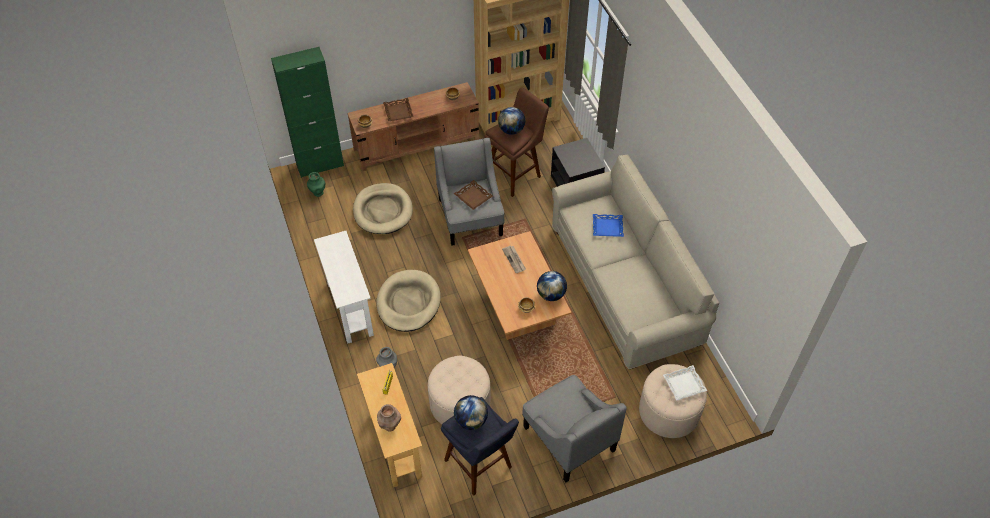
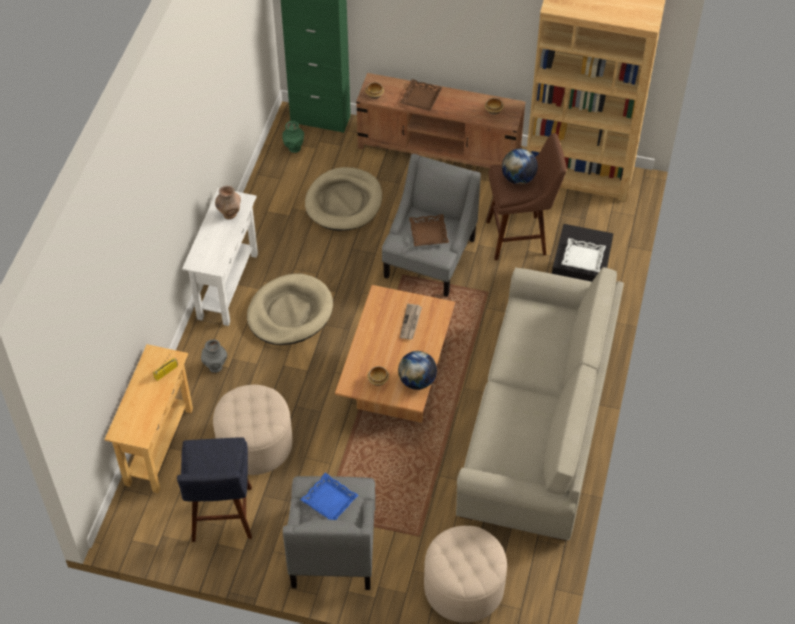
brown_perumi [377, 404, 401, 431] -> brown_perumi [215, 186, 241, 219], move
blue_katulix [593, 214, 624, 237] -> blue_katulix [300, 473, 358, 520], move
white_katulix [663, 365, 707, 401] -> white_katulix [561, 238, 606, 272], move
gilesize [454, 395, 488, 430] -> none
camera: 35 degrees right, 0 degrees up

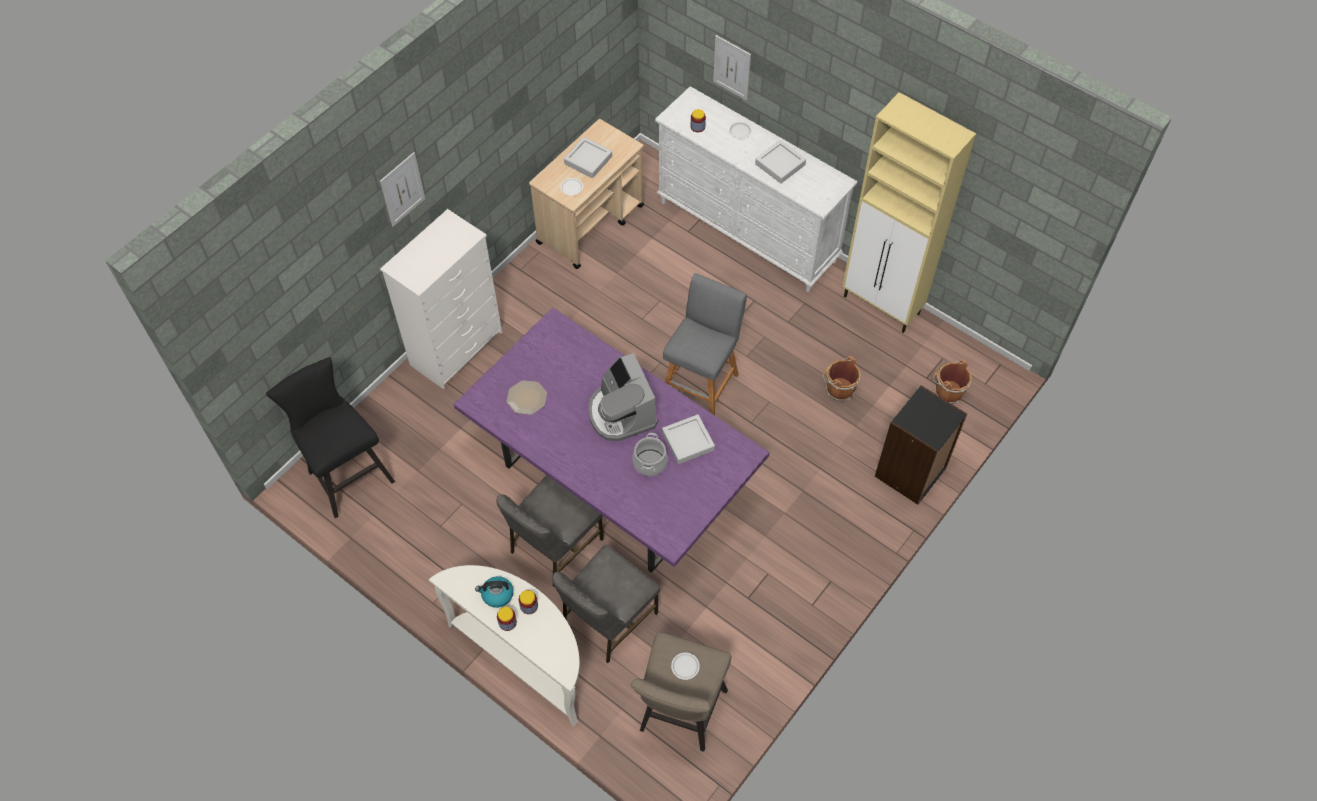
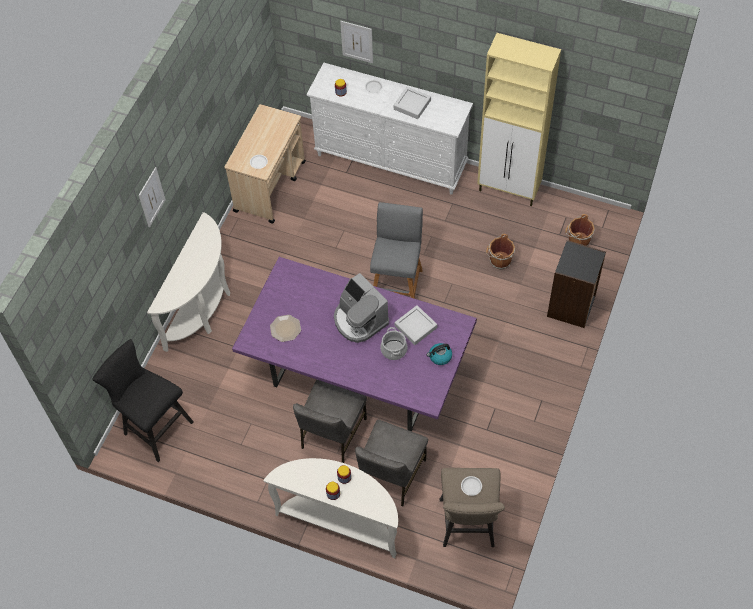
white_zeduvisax [380, 209, 502, 389] -> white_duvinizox [147, 212, 230, 352]
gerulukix [475, 576, 513, 608] -> gerulukix [427, 343, 452, 365], move
grey_katulix [564, 137, 612, 178] -> none
camera: 15 degrees left, 0 degrees up

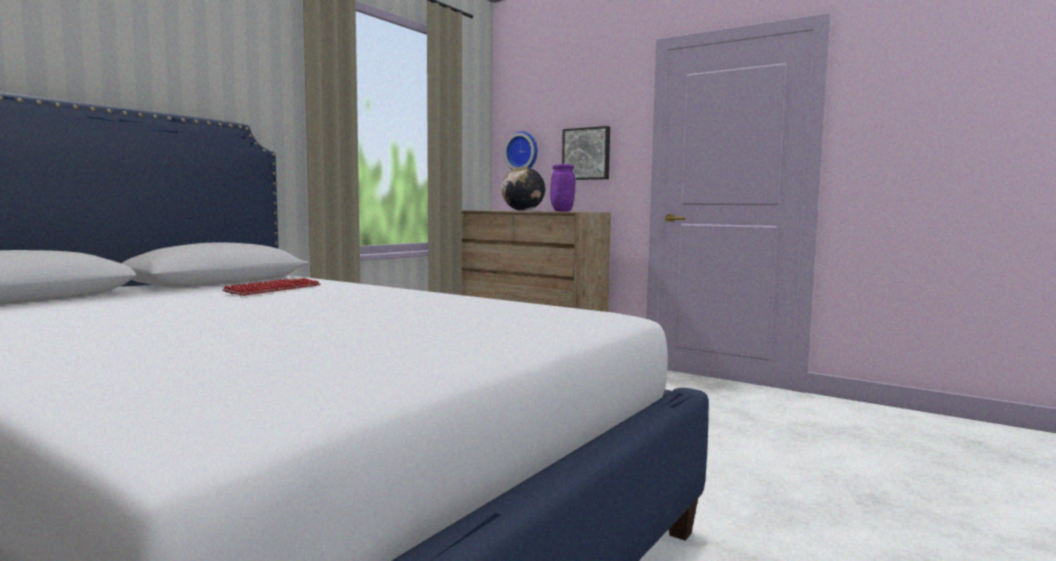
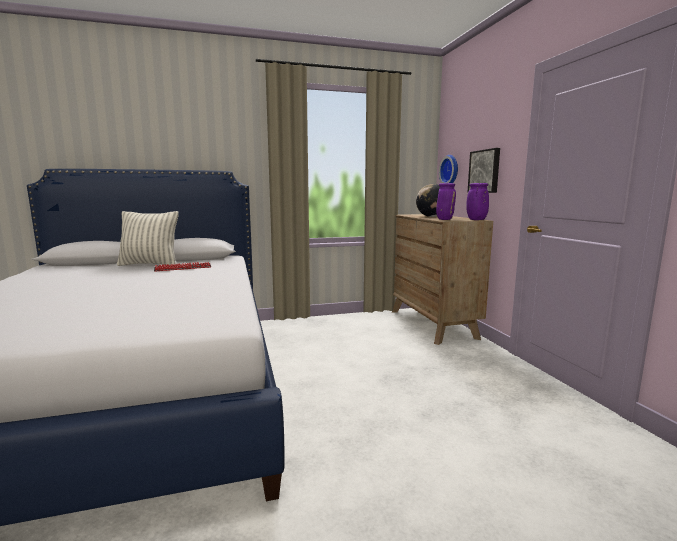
none -> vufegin [117, 211, 179, 266]
none -> purple_perumi [466, 183, 489, 220]
camera: 40 degrees right, 5 degrees up

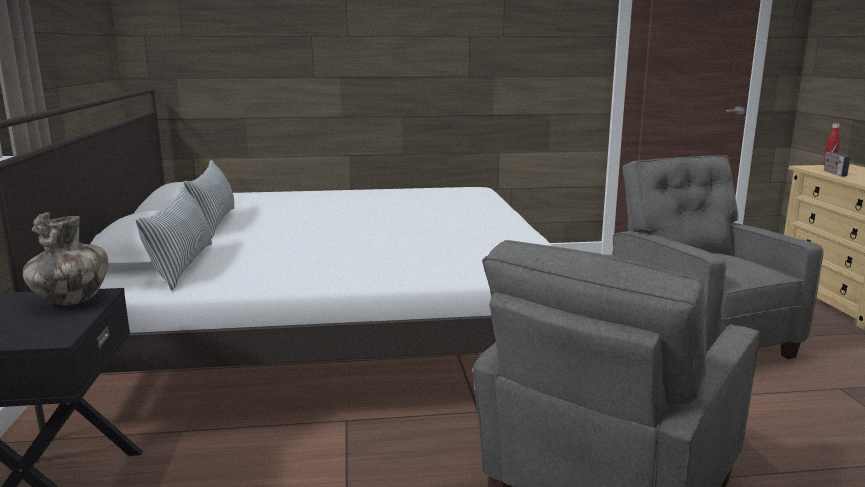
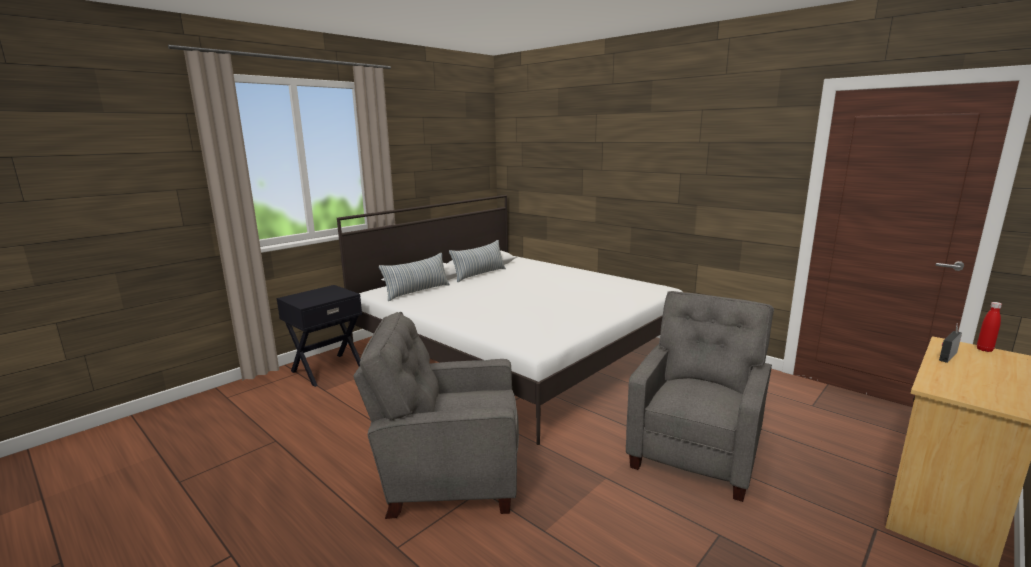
perumi [23, 212, 108, 306] -> none
camera: 50 degrees right, 0 degrees up

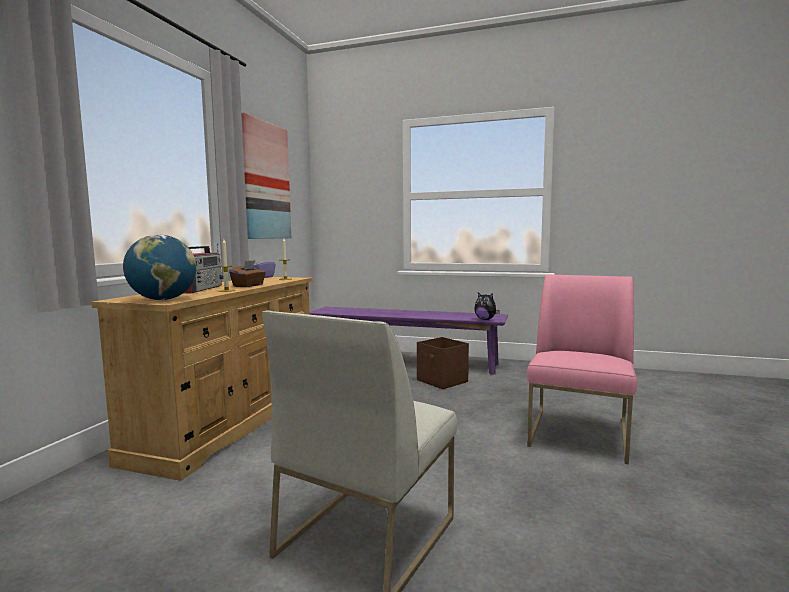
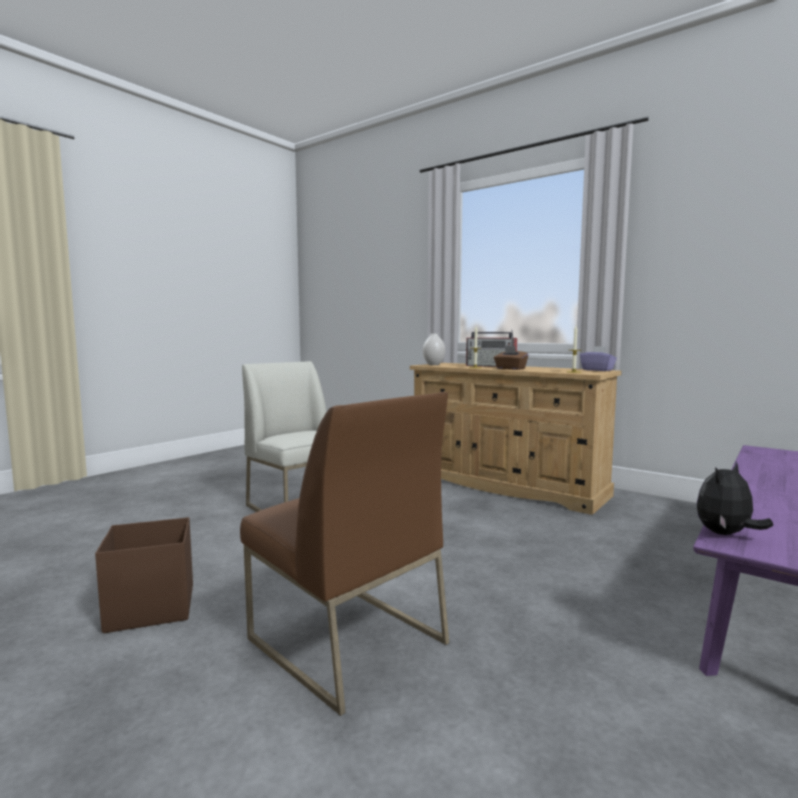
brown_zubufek [417, 337, 469, 389] -> brown_zubufek [95, 517, 193, 633], move
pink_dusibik [527, 274, 637, 465] -> brown_dusibik [240, 392, 449, 716]
gilesize [123, 235, 196, 300] -> white_perumi [423, 334, 445, 365]
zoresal [241, 112, 291, 239] -> none
camera: 110 degrees right, 0 degrees up

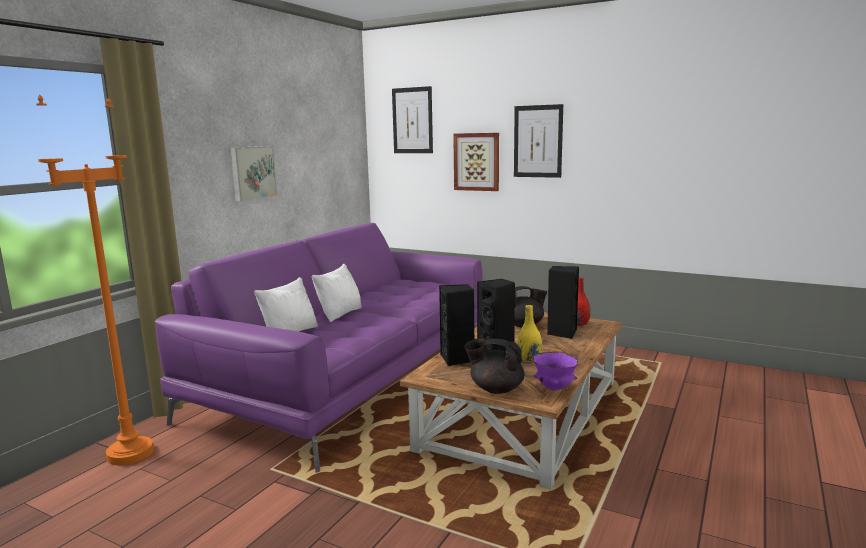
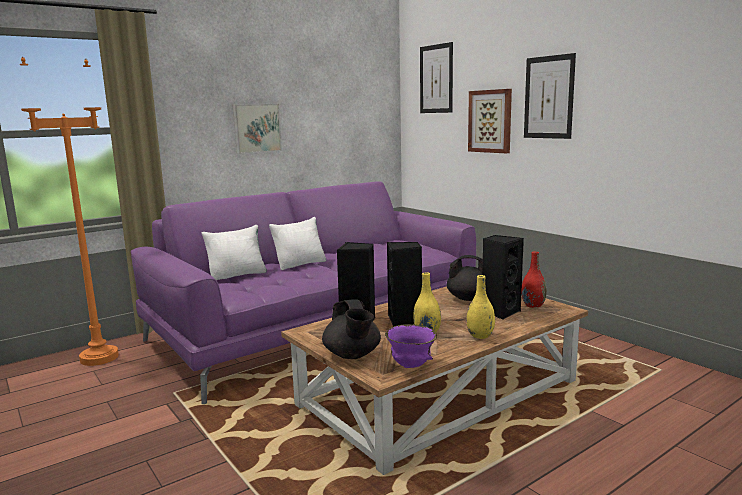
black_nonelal [465, 338, 524, 394] -> black_nonelal [322, 299, 381, 359], 150 degrees counterclockwise
none -> yellow_perumi [467, 275, 495, 339]
camera: 25 degrees right, 0 degrees up

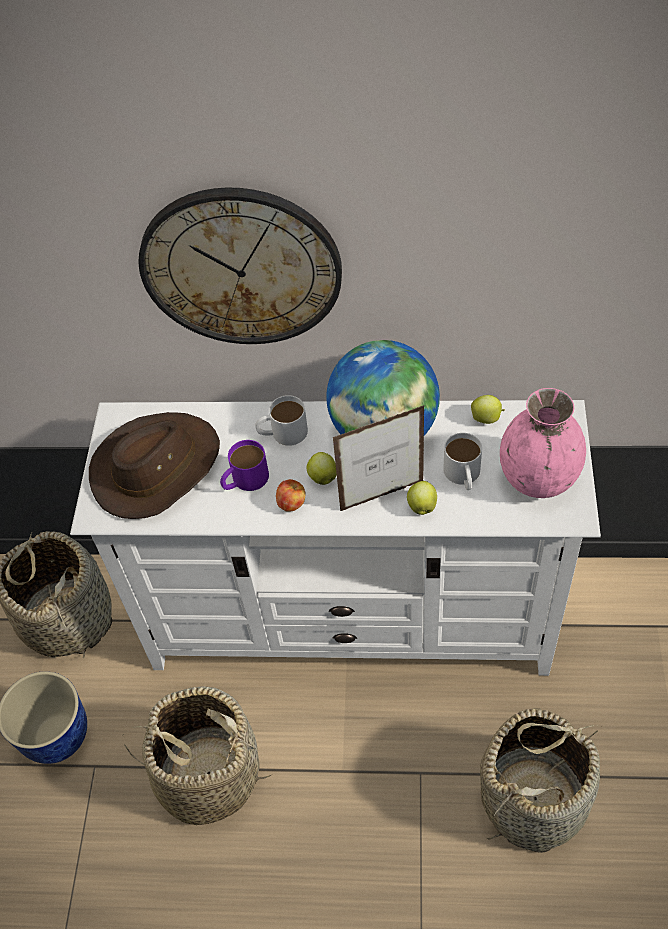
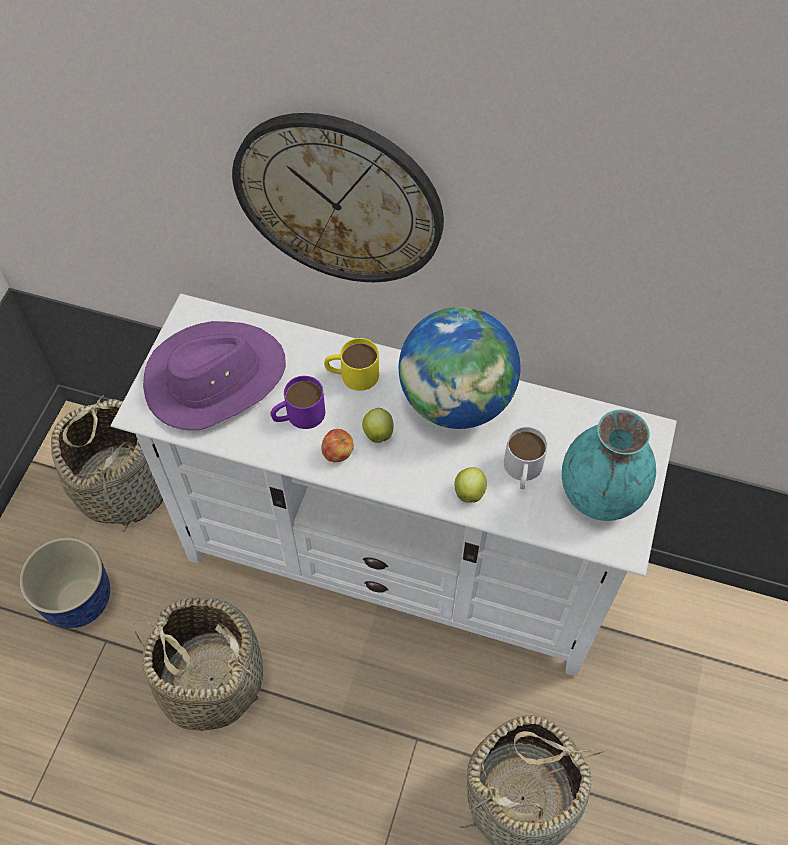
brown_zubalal [89, 412, 220, 519] -> purple_zubalal [143, 321, 286, 430]
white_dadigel [255, 395, 308, 446] -> yellow_dadigel [324, 338, 379, 391]
pink_perumi [500, 388, 586, 498] -> turquoise_perumi [562, 410, 656, 521]
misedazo [333, 405, 425, 512] -> none
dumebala [471, 395, 505, 424] -> none
camera: 10 degrees right, 5 degrees up

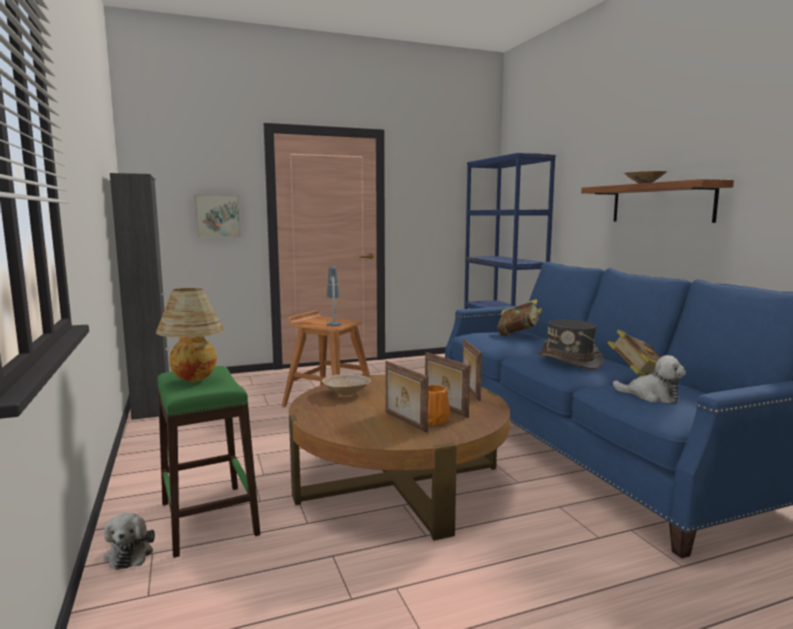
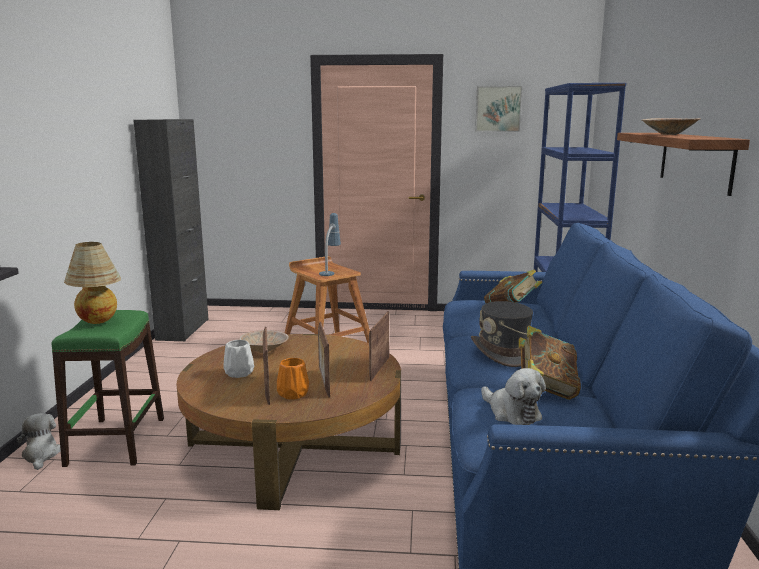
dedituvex [103, 513, 155, 570] -> dedituvex [17, 413, 61, 470], 150 degrees clockwise
none -> white_perumi [223, 340, 254, 378]
zoresal [194, 194, 241, 238] -> zoresal [475, 86, 522, 132], move
camera: 25 degrees right, 5 degrees up

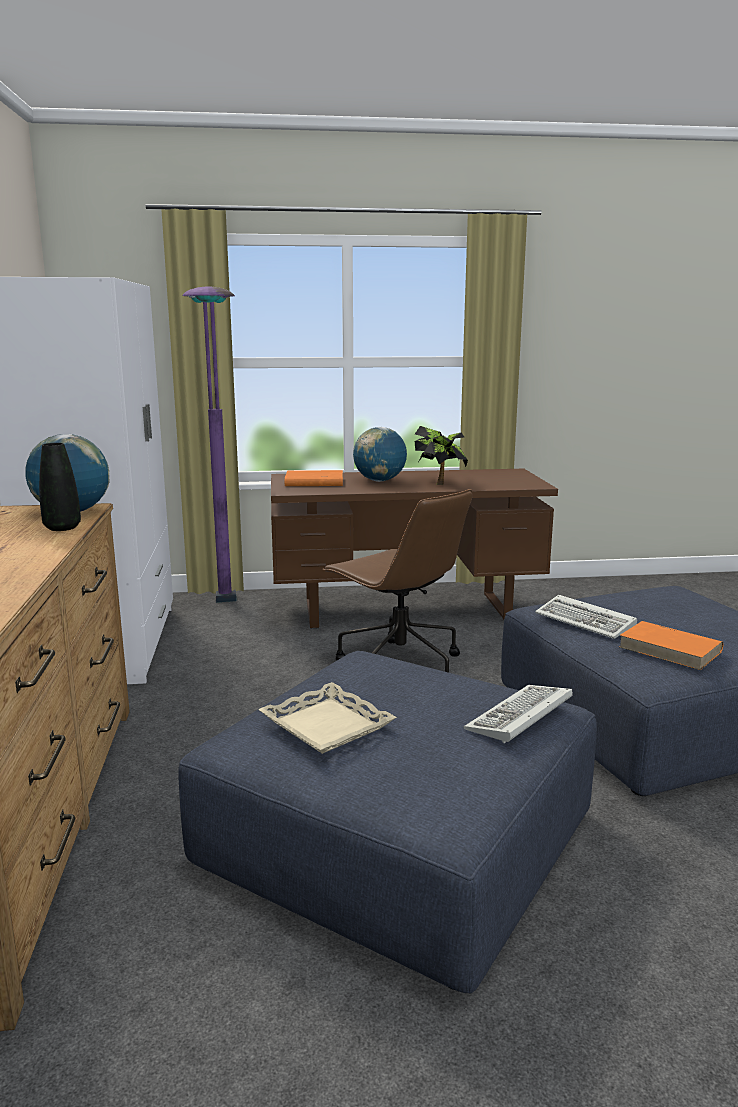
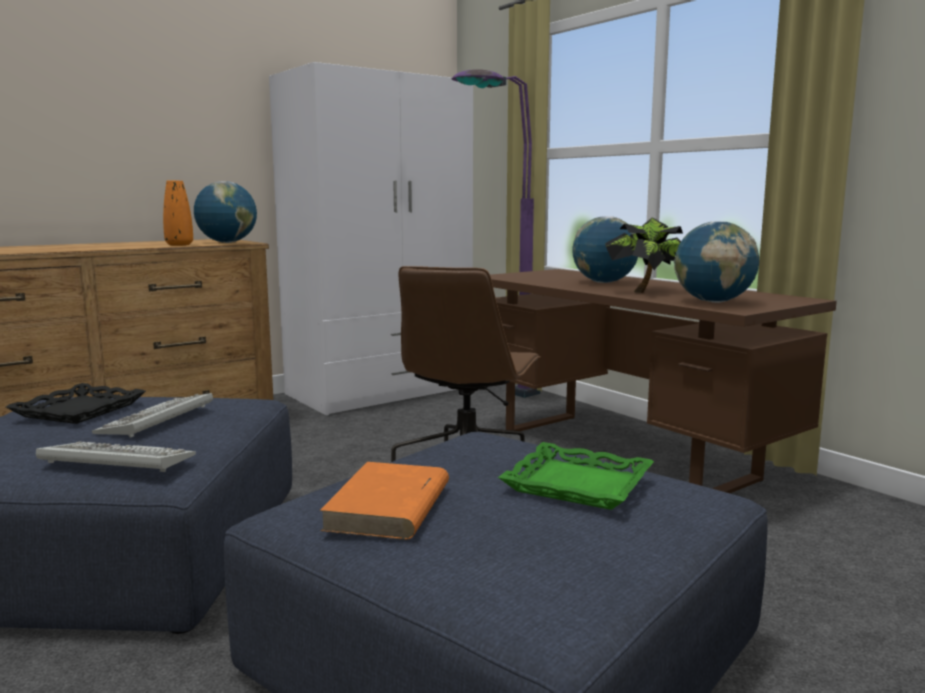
beige_katulix [258, 682, 397, 754] -> black_katulix [6, 383, 146, 424]
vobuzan [535, 595, 637, 639] -> vobuzan [92, 393, 213, 438], move
black_perumi [39, 443, 81, 531] -> orange_perumi [163, 181, 193, 246]
none -> green_katulix [498, 442, 654, 510]
none -> gilesize [674, 221, 759, 303]
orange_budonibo [285, 470, 343, 486] -> none
camera: 60 degrees right, 5 degrees down

